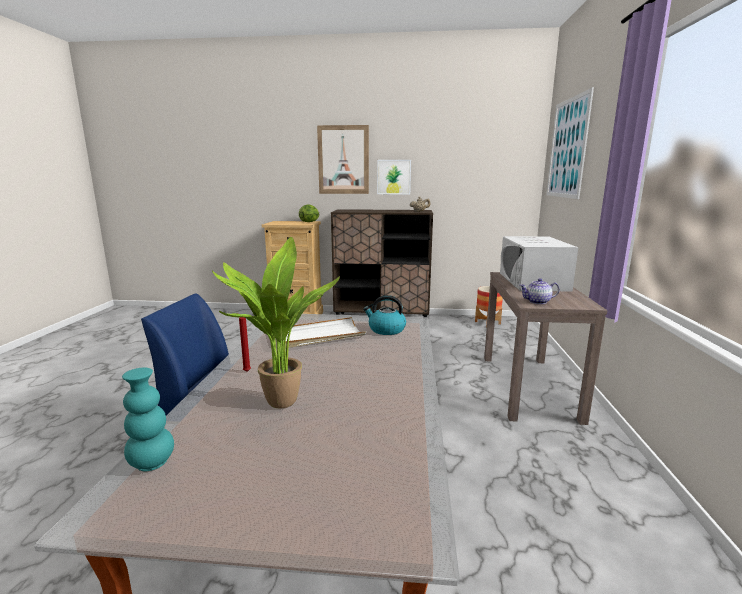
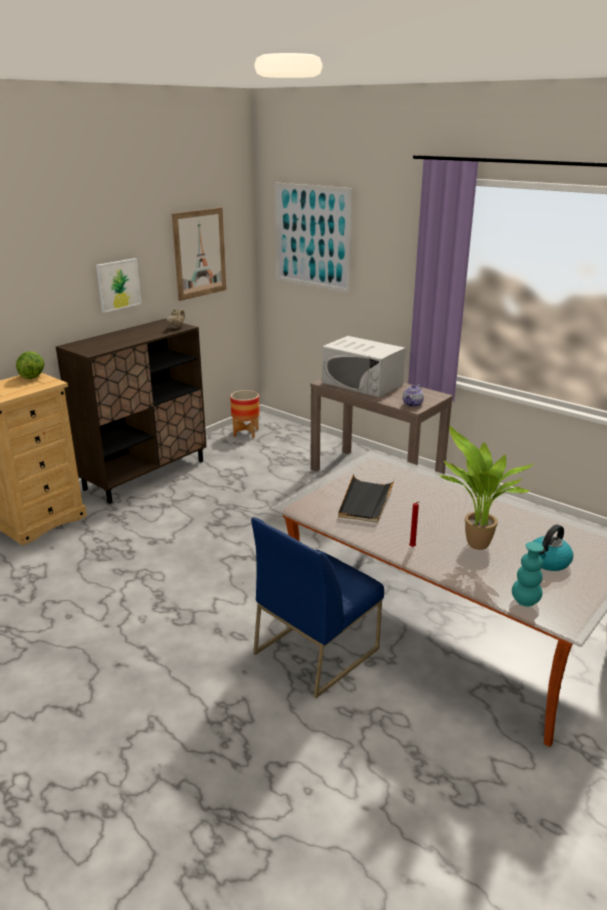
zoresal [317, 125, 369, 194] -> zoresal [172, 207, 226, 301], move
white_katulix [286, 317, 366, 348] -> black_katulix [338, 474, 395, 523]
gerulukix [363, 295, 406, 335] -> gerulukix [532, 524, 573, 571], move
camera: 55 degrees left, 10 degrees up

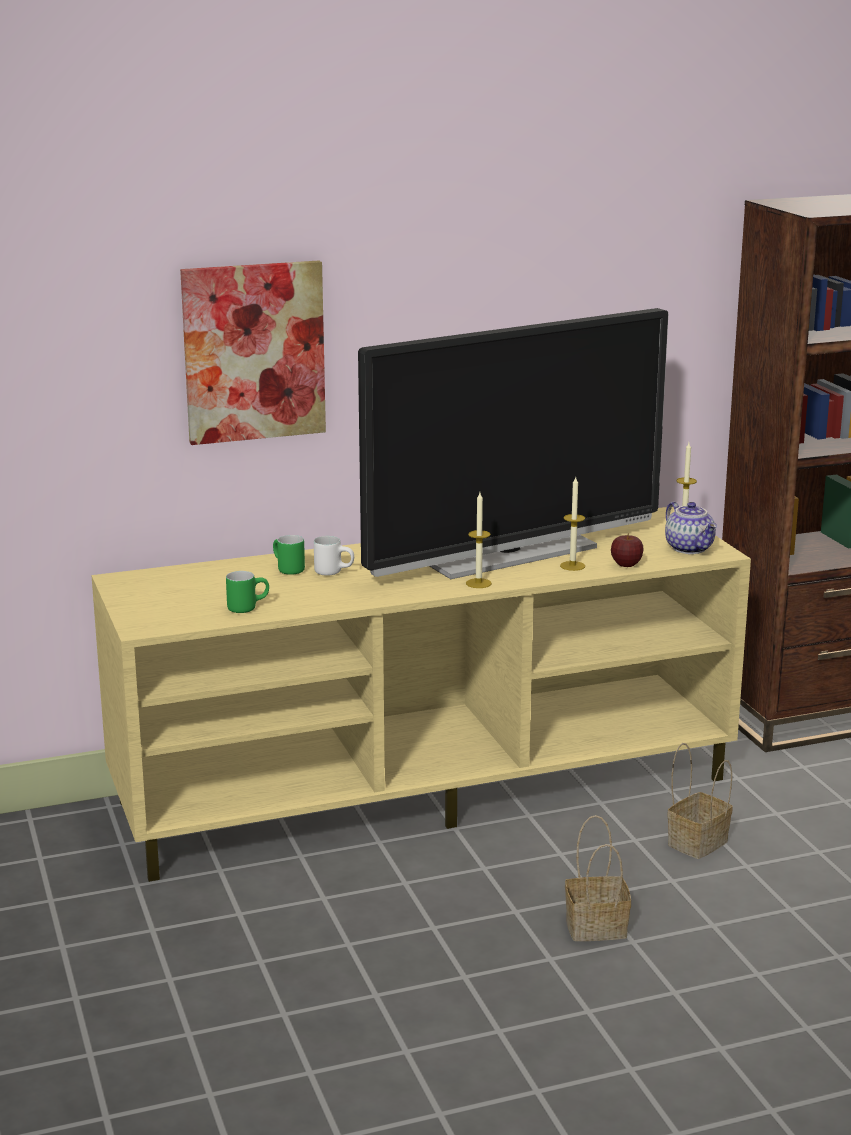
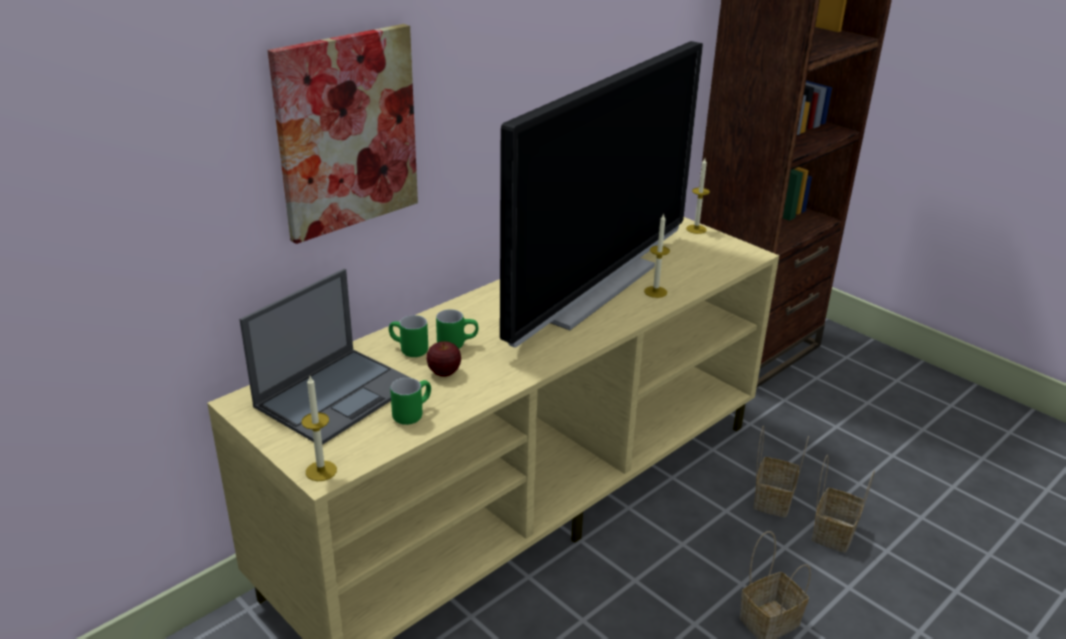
none -> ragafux [239, 269, 411, 445]
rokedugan [466, 493, 492, 588] -> rokedugan [301, 376, 337, 481], move
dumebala [611, 534, 644, 567] -> dumebala [426, 341, 461, 377], move
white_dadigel [314, 536, 354, 576] -> green_dadigel [436, 309, 479, 349]
none -> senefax [812, 455, 875, 553]
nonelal [665, 502, 717, 554] -> none
camera: 25 degrees left, 10 degrees up

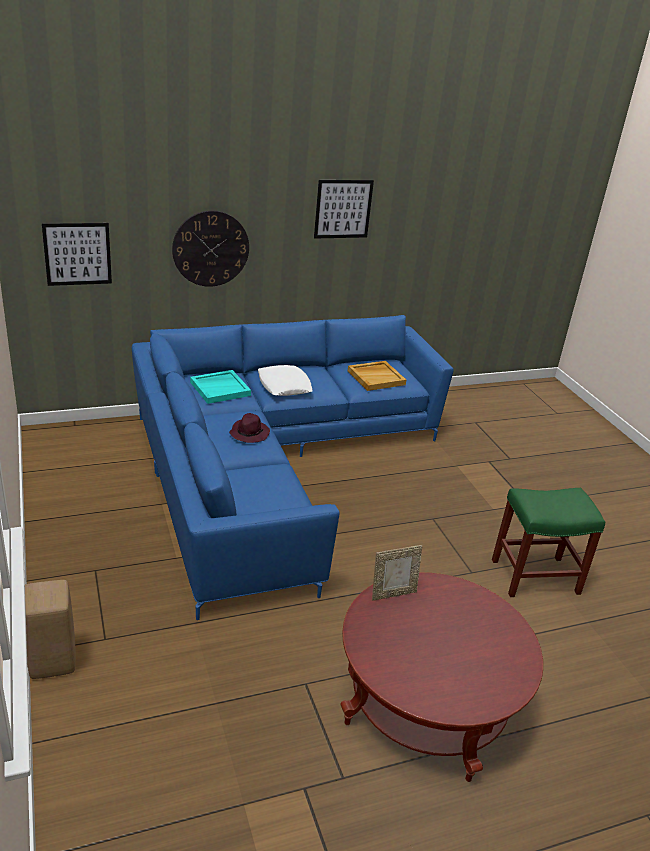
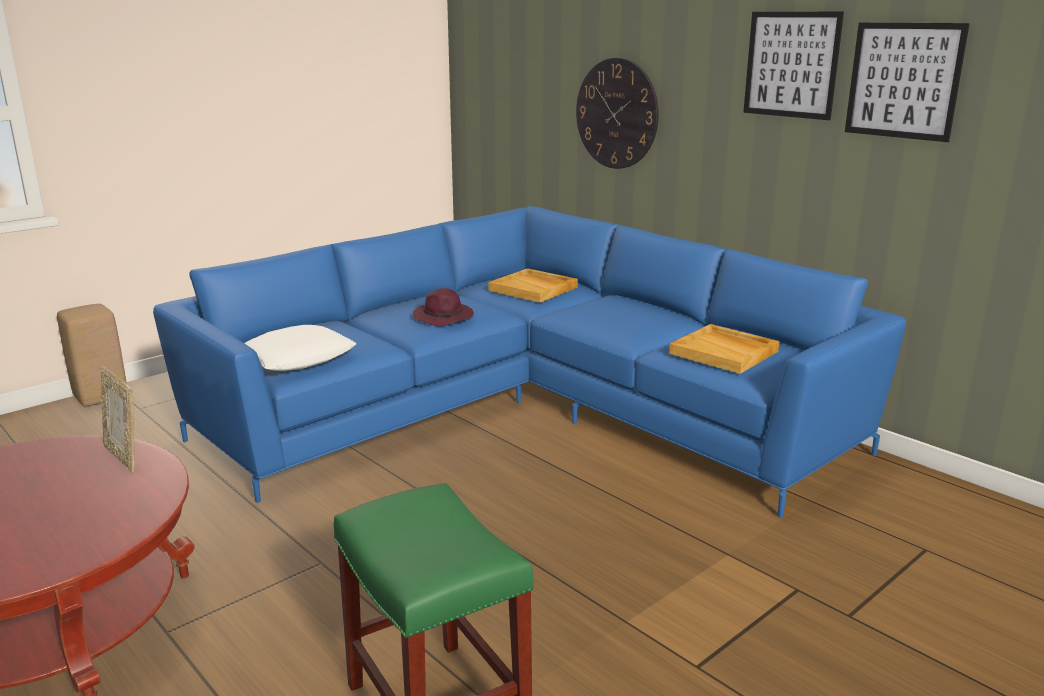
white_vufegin [258, 365, 313, 396] -> white_vufegin [244, 325, 356, 371], move
turquoise_katulix [190, 370, 251, 404] -> beige_katulix [489, 268, 578, 303]
zoresal [42, 223, 112, 286] -> zoresal [845, 23, 970, 142], move
camera: 70 degrees right, 10 degrees down

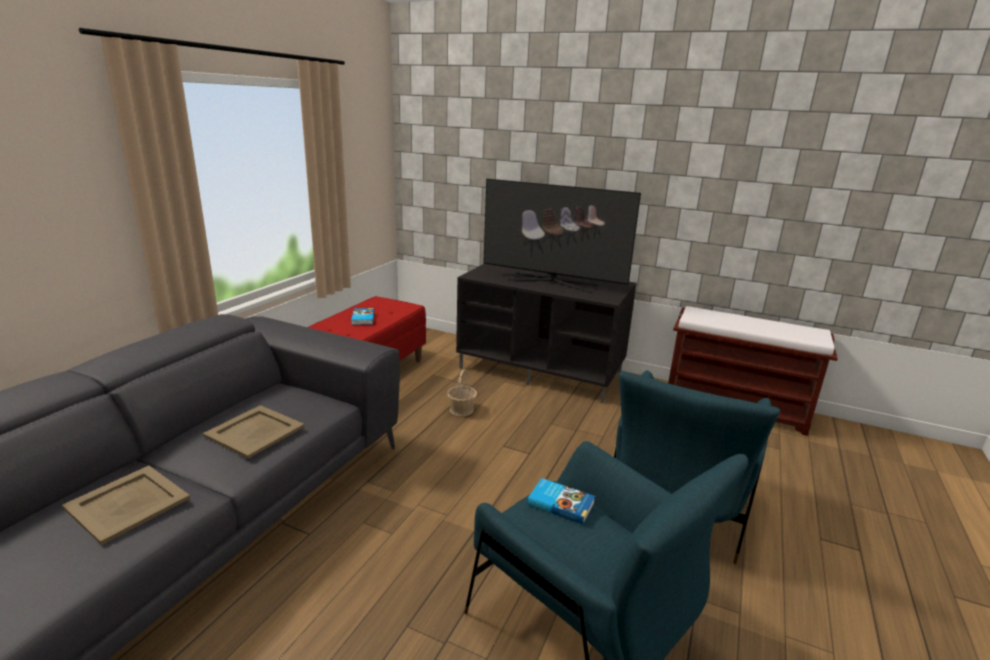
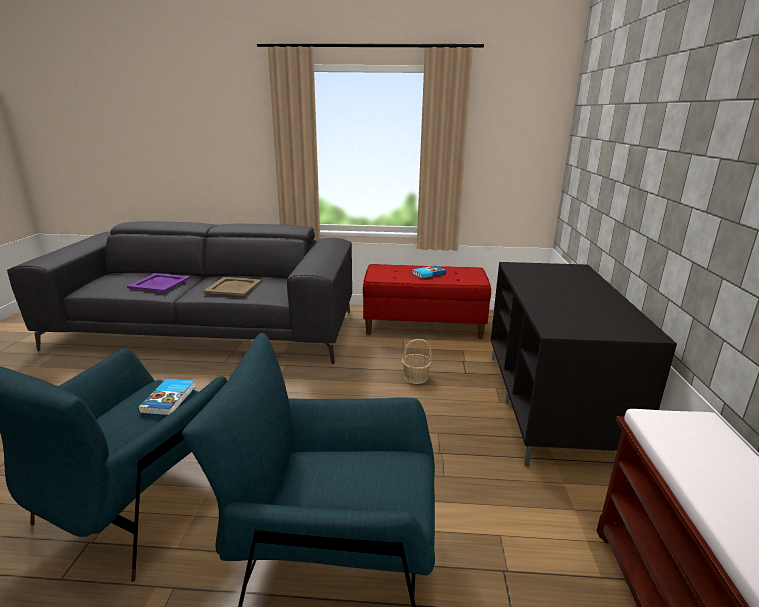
beige_katulix [62, 466, 190, 545] -> purple_katulix [127, 273, 190, 292]
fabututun [483, 179, 641, 293] -> none
camera: 70 degrees right, 0 degrees up

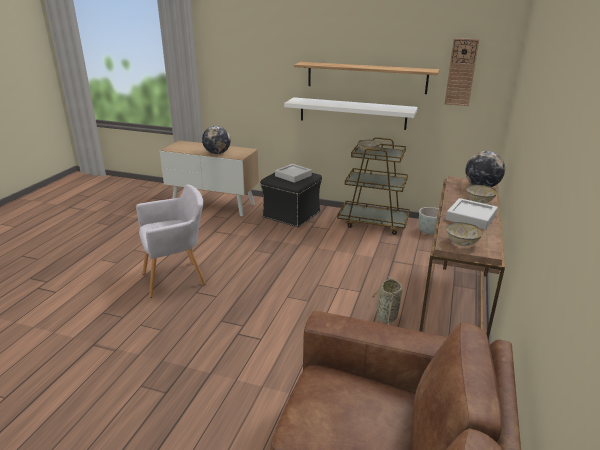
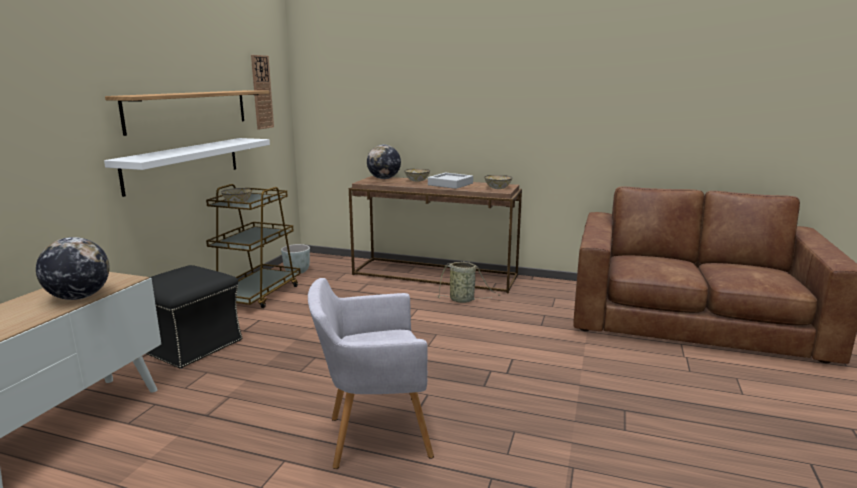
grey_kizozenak [136, 185, 205, 298] -> grey_kizozenak [308, 278, 434, 469], 75 degrees counterclockwise
grey_katulix [275, 164, 312, 183] -> none
camera: 90 degrees left, 10 degrees down

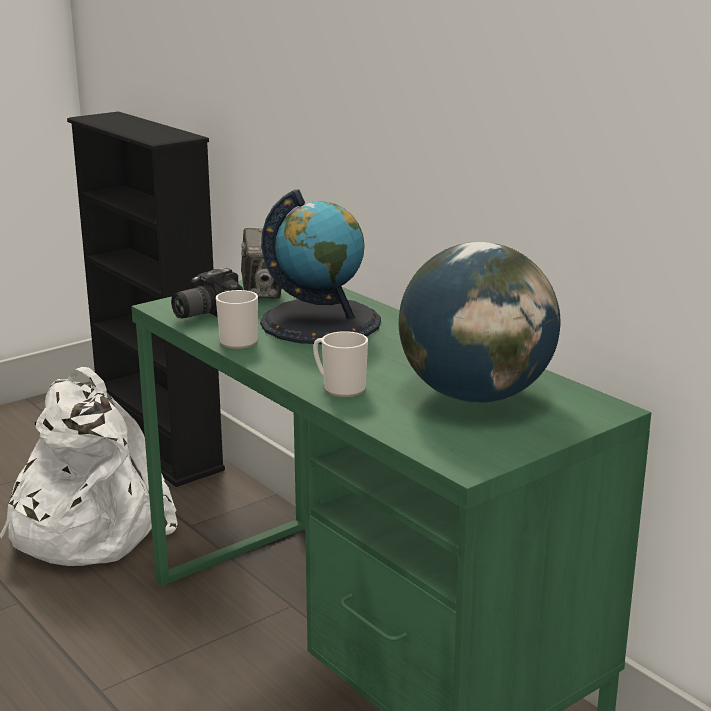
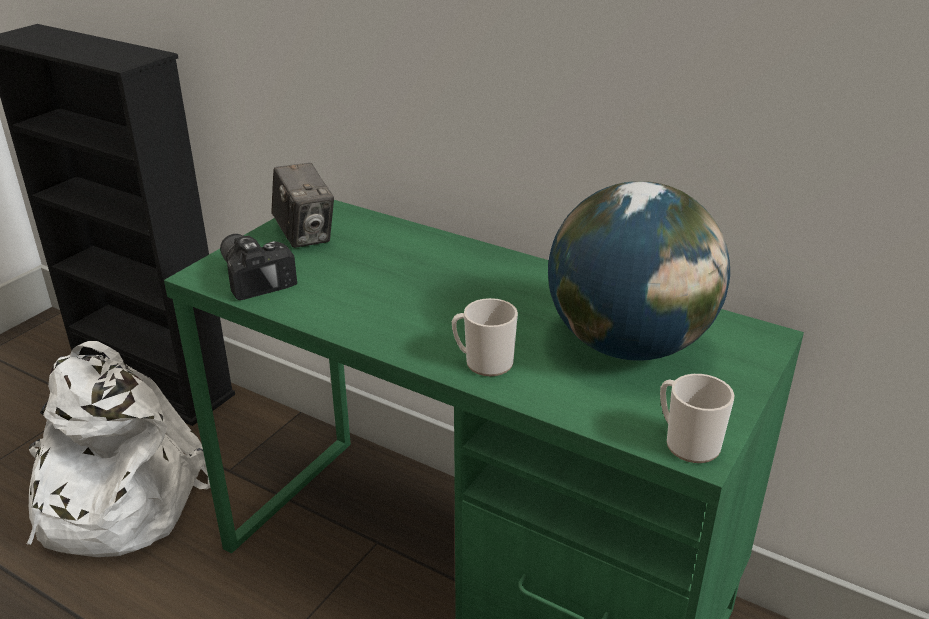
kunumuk [171, 267, 243, 319] -> kunumuk [220, 234, 297, 300], 120 degrees clockwise
dadigel [216, 290, 258, 349] -> dadigel [660, 374, 734, 463], move
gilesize [260, 189, 381, 344] -> none
camera: 20 degrees left, 10 degrees up

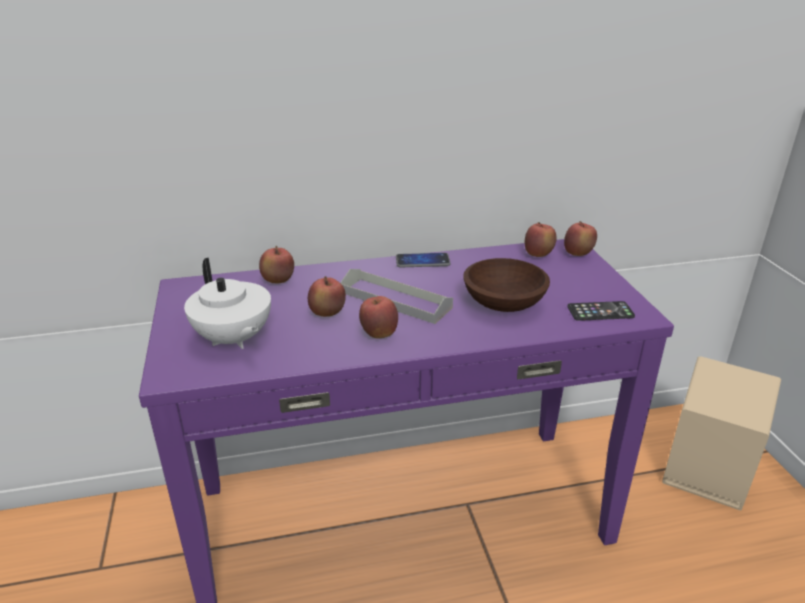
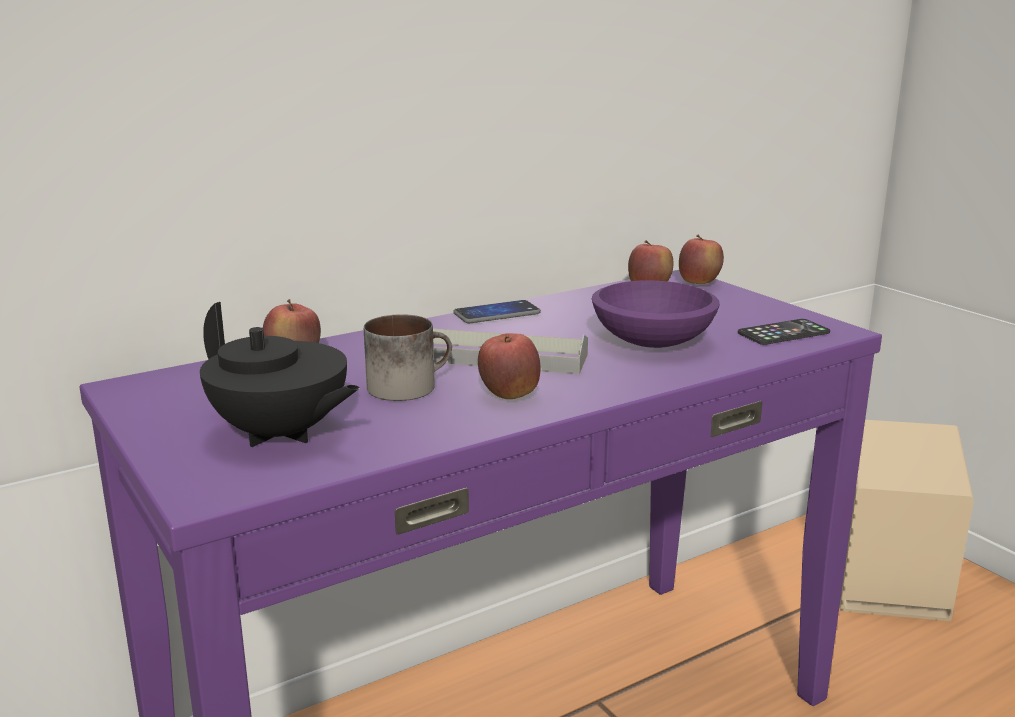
white_nonelal [184, 258, 271, 349] -> black_nonelal [200, 302, 360, 447]
dumebala [308, 276, 346, 317] -> dadigel [364, 314, 452, 401]
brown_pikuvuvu [463, 258, 550, 312] -> purple_pikuvuvu [592, 280, 720, 348]
camera: 20 degrees left, 10 degrees down

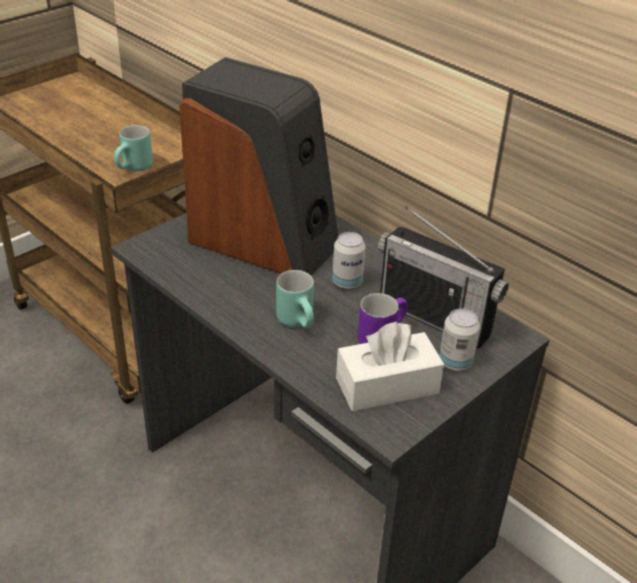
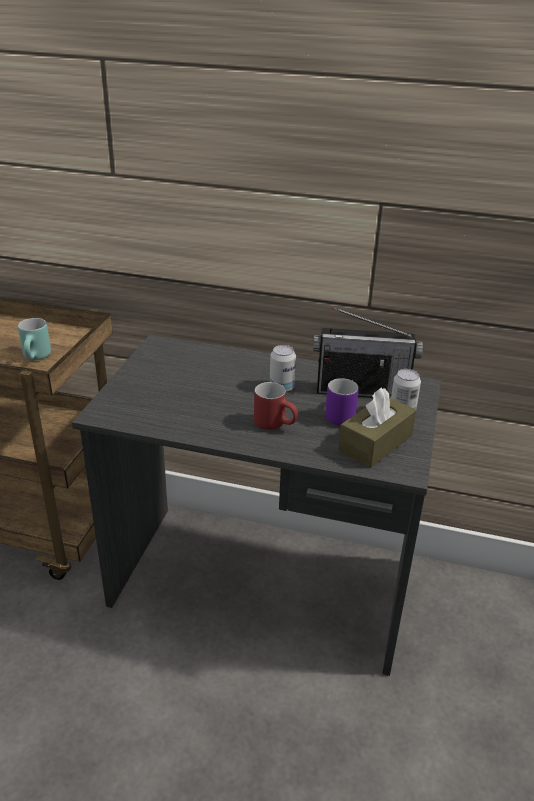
turquoise_dadigel [276, 270, 314, 328] -> red_dadigel [254, 382, 298, 430]
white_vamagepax [336, 322, 444, 411] -> brown_vamagepax [338, 387, 417, 468]
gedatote [179, 57, 338, 275] -> none
camera: 30 degrees left, 5 degrees down

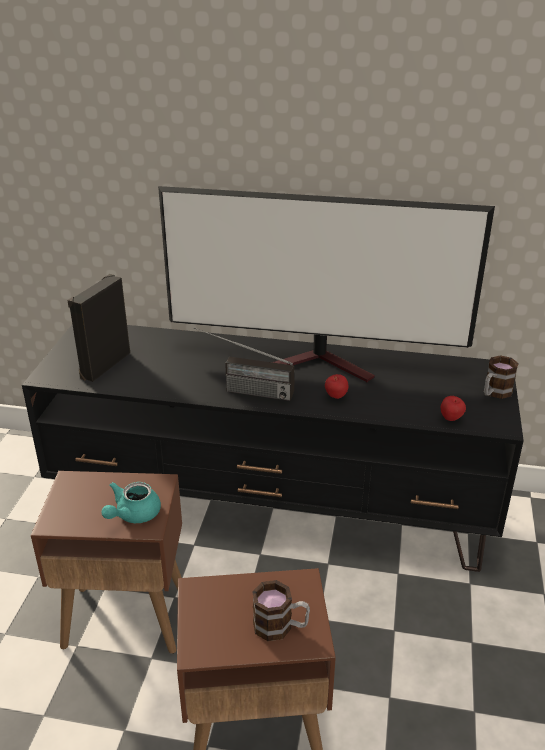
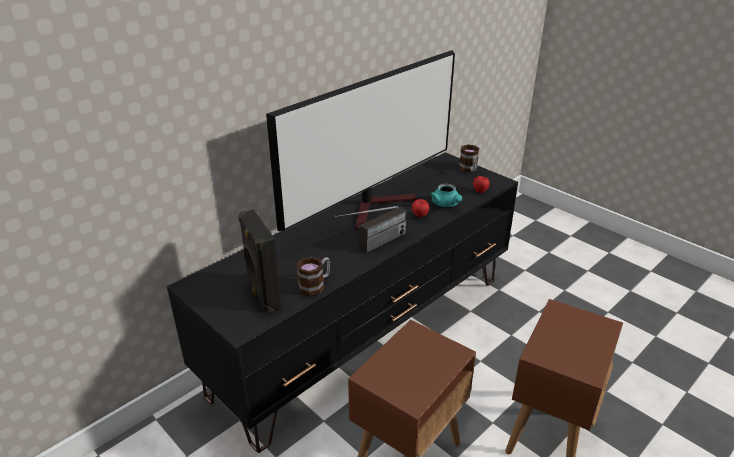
dadigel [252, 580, 310, 641] -> dadigel [297, 257, 330, 296], move
turquoise_nonelal [101, 482, 161, 523] -> turquoise_nonelal [430, 184, 462, 207], move
camera: 55 degrees left, 0 degrees up

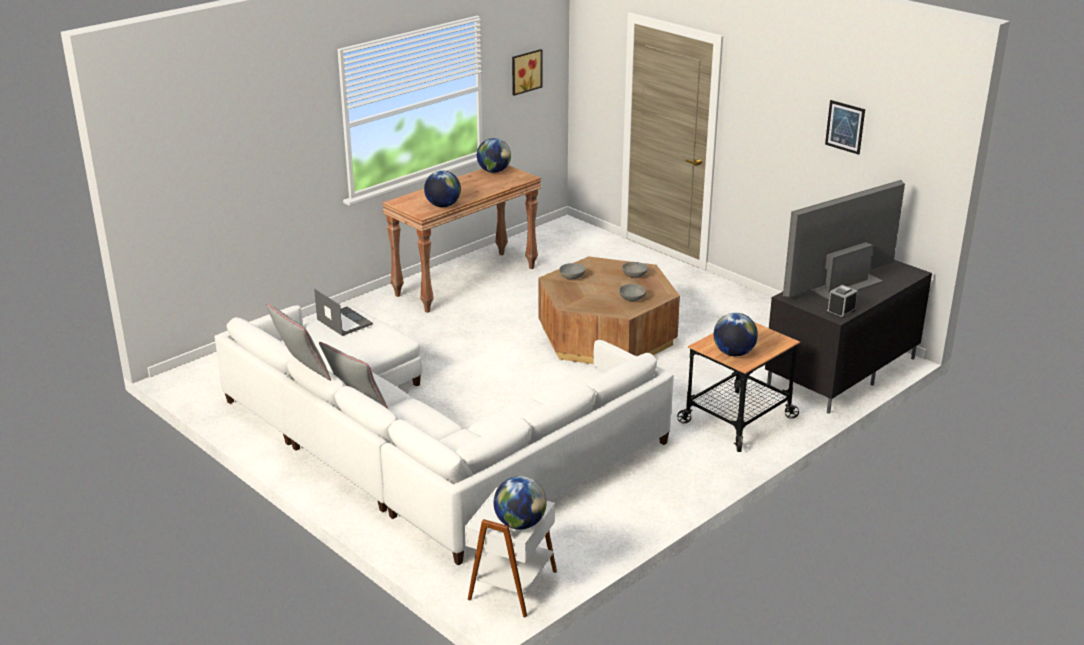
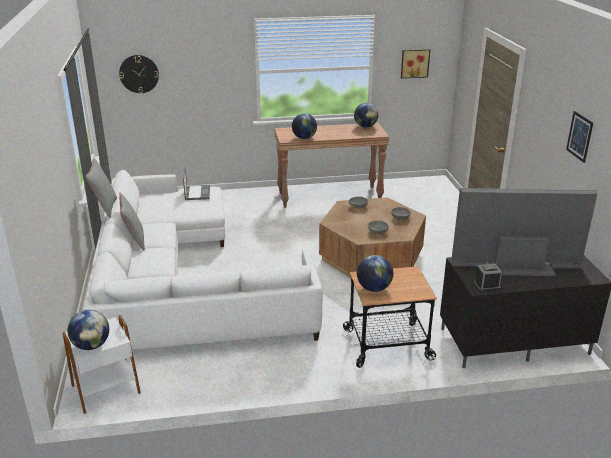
none -> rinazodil [119, 55, 159, 93]
camera: 35 degrees right, 0 degrees up

